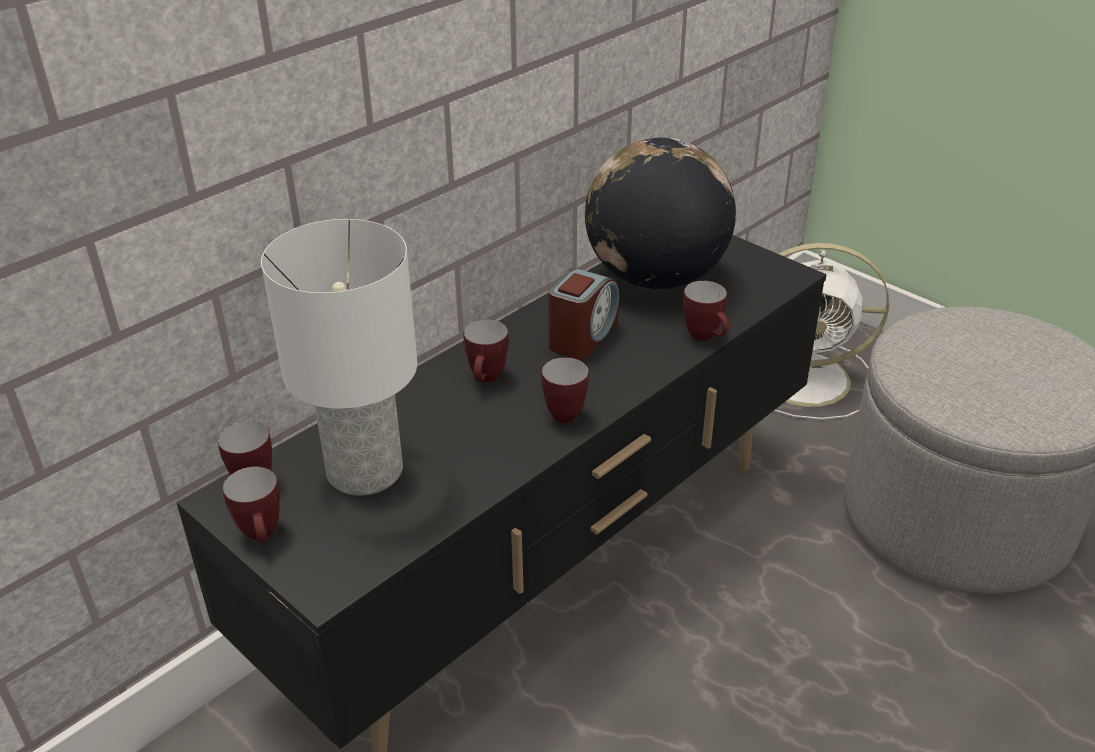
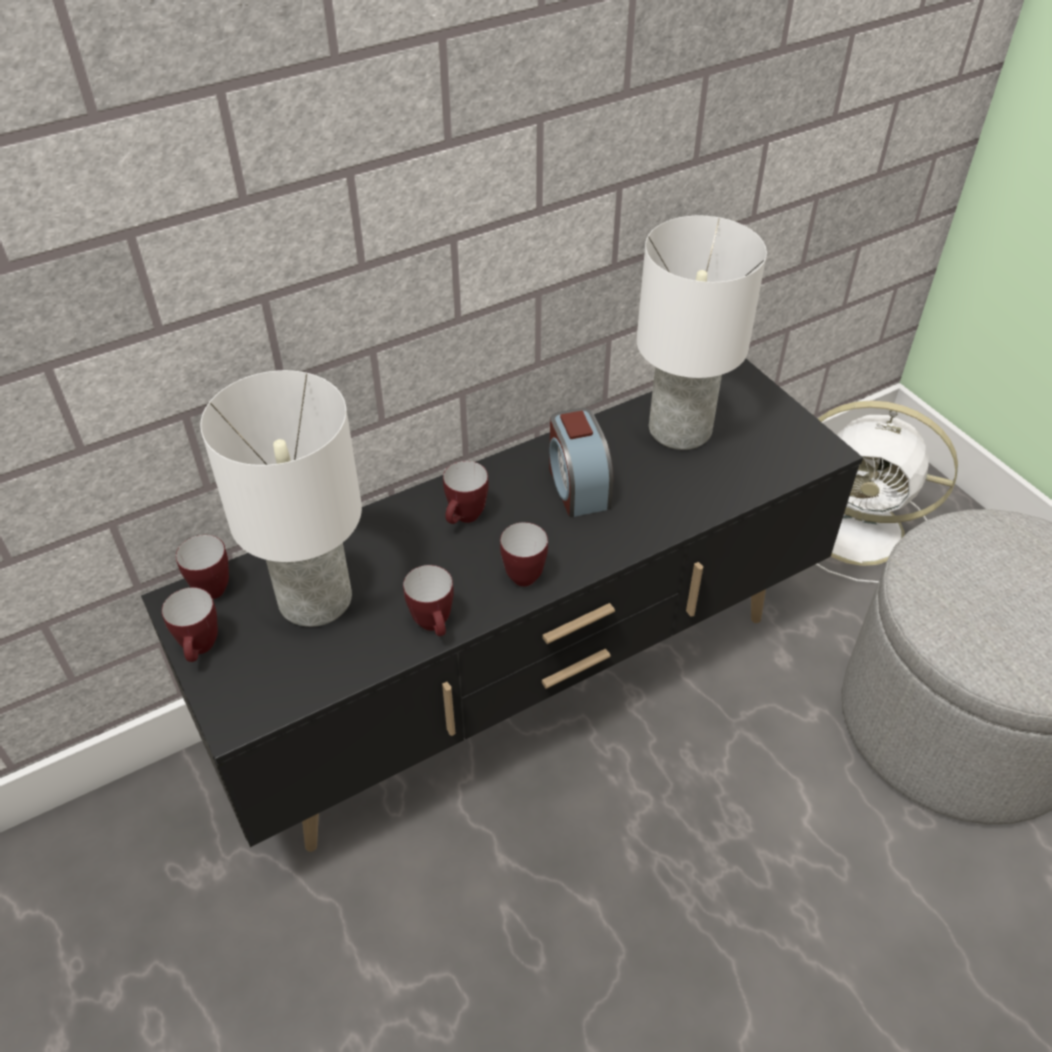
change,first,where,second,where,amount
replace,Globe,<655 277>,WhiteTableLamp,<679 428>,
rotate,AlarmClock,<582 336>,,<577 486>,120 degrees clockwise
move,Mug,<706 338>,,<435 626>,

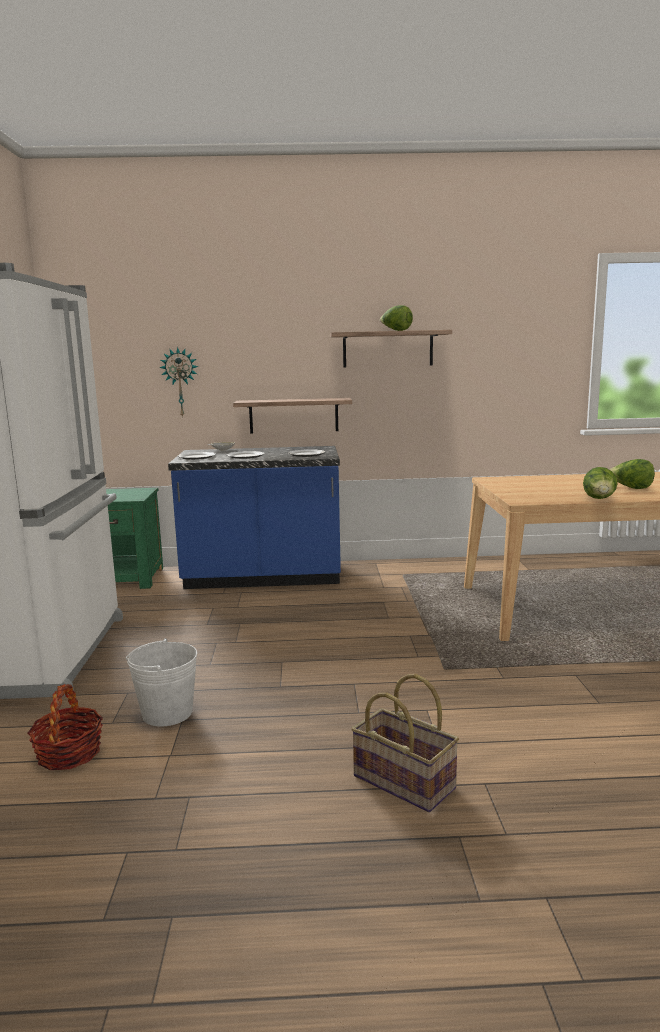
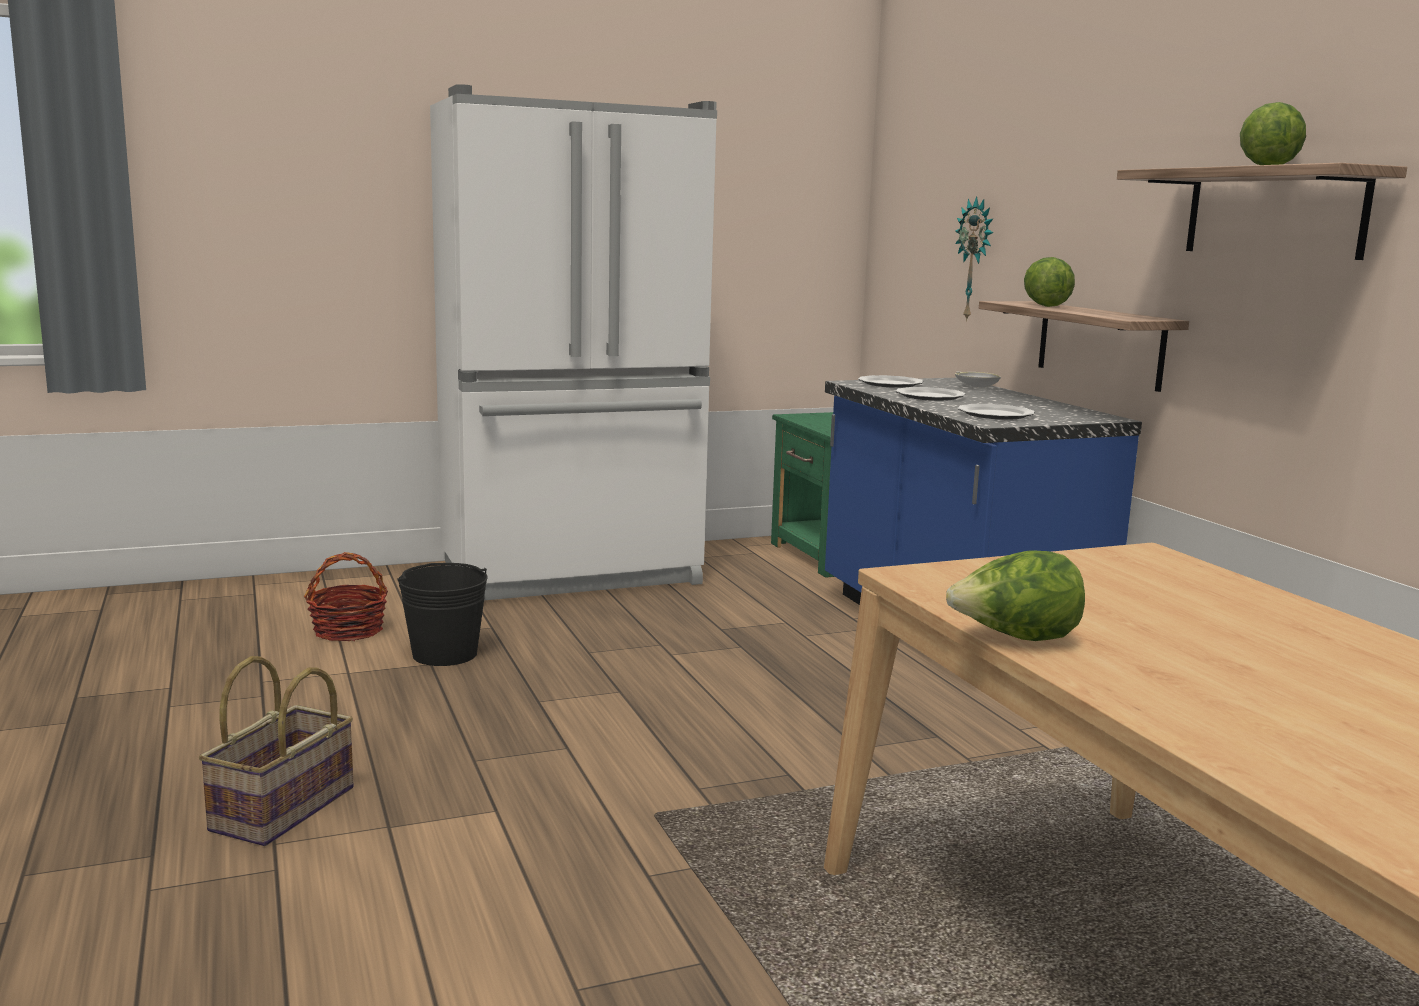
change,first,where,second,where,amount
move,Lettuce,<630 488>,,<1045 306>,
recolor,WhiteBucket,<167 713>,BlackBucket,<445 654>,

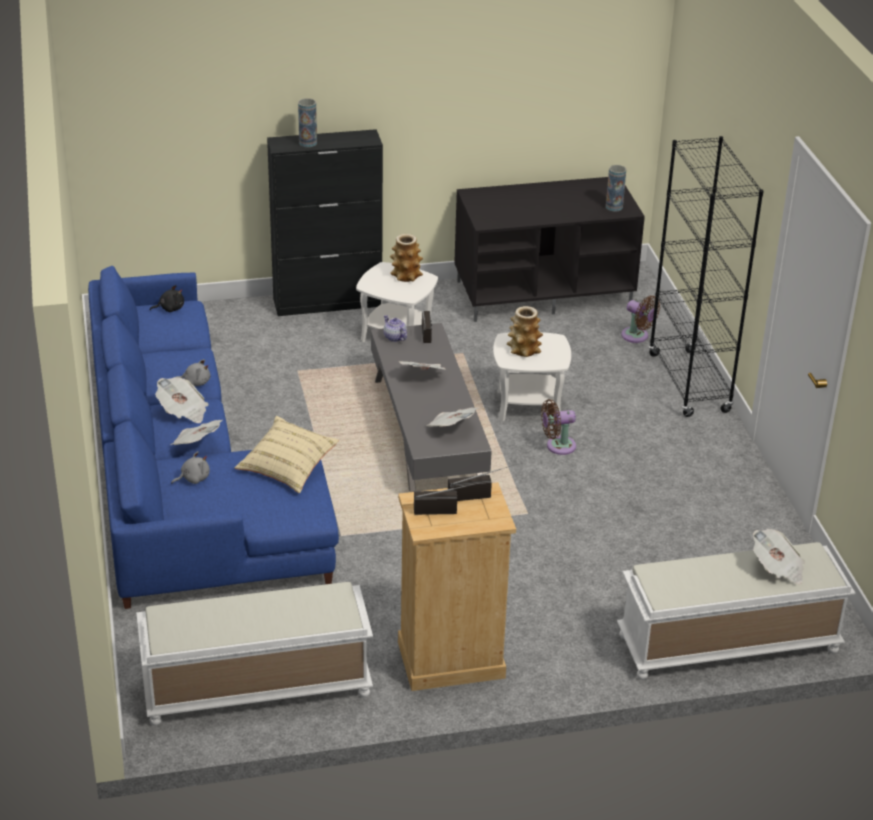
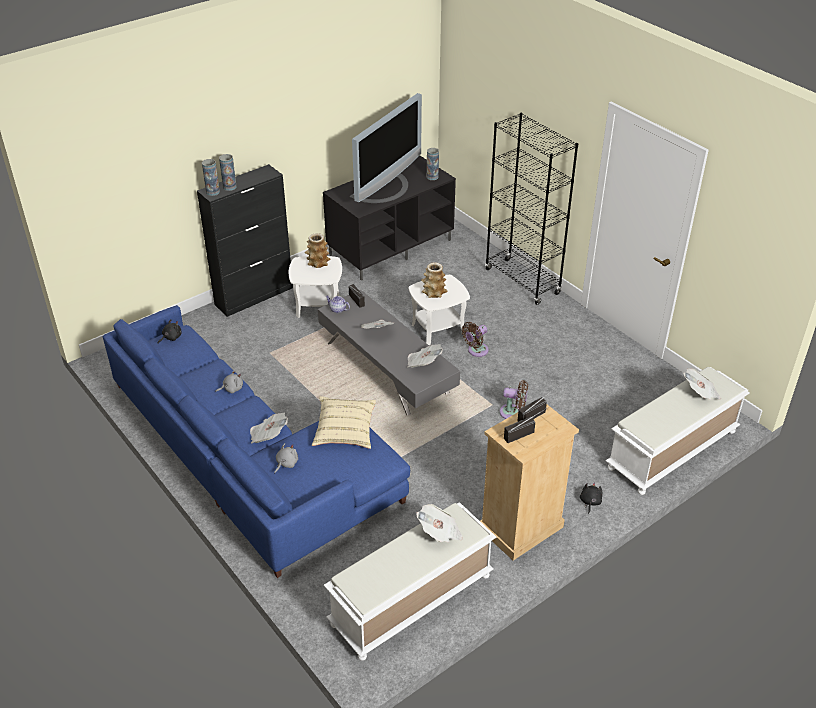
change,first,where,second,where,amount
move,BrownFan,<637 336>,,<513 413>,
move,Newspaper,<183 411>,,<440 532>,
insert,,,Television,<384 188>,
insert,,,Vase,<213 192>,
insert,,,BlackPlushToy,<590 502>,

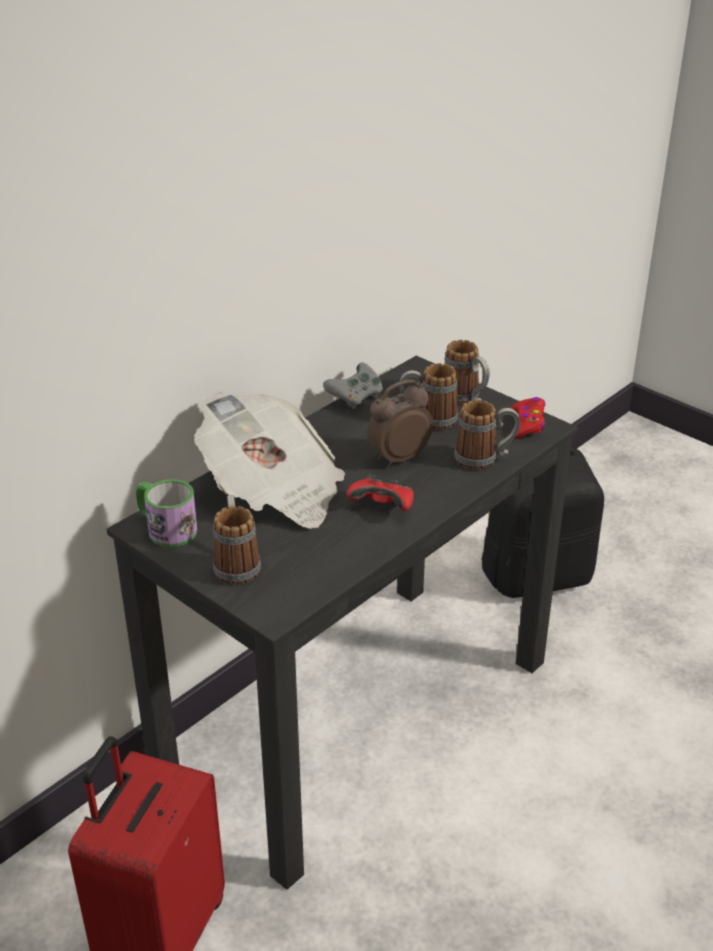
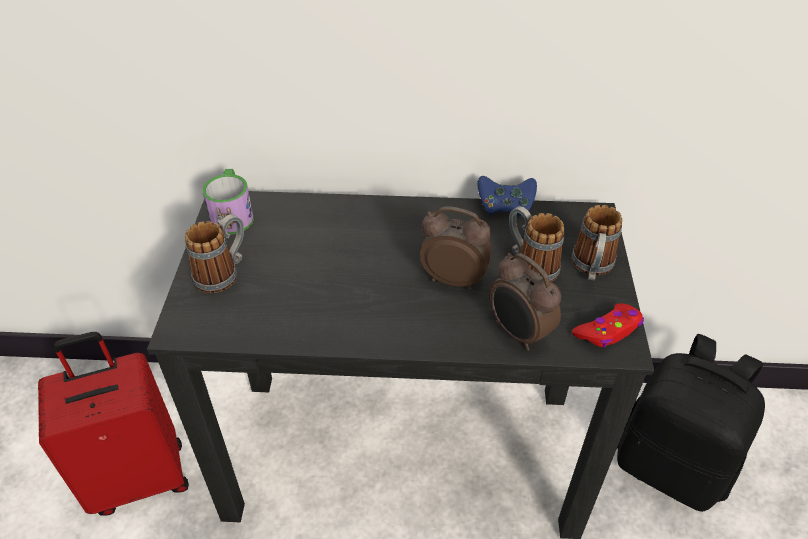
change,first,where,second,where,amount
recolor,GreyGameController,<355 398>,BlueGameController,<505 207>,
delete,Newspaper,<273 491>,,,
replace,Mug,<485 459>,AlarmClock,<518 333>,
delete,RedGameController,<383 507>,,,

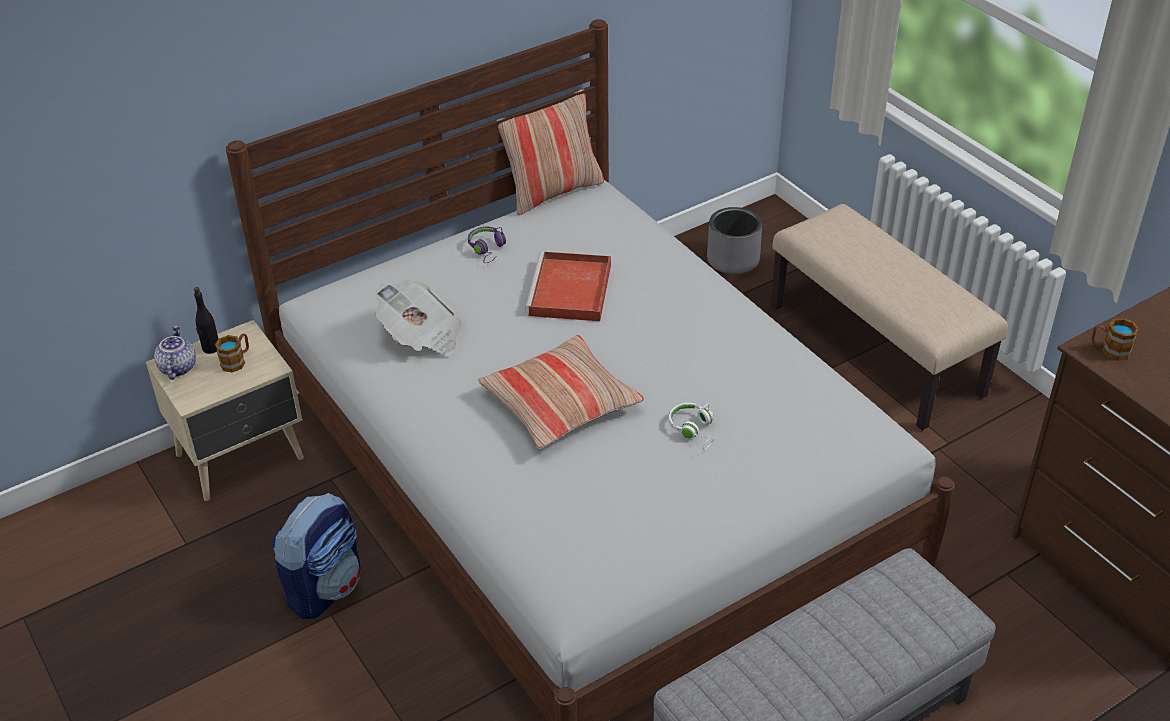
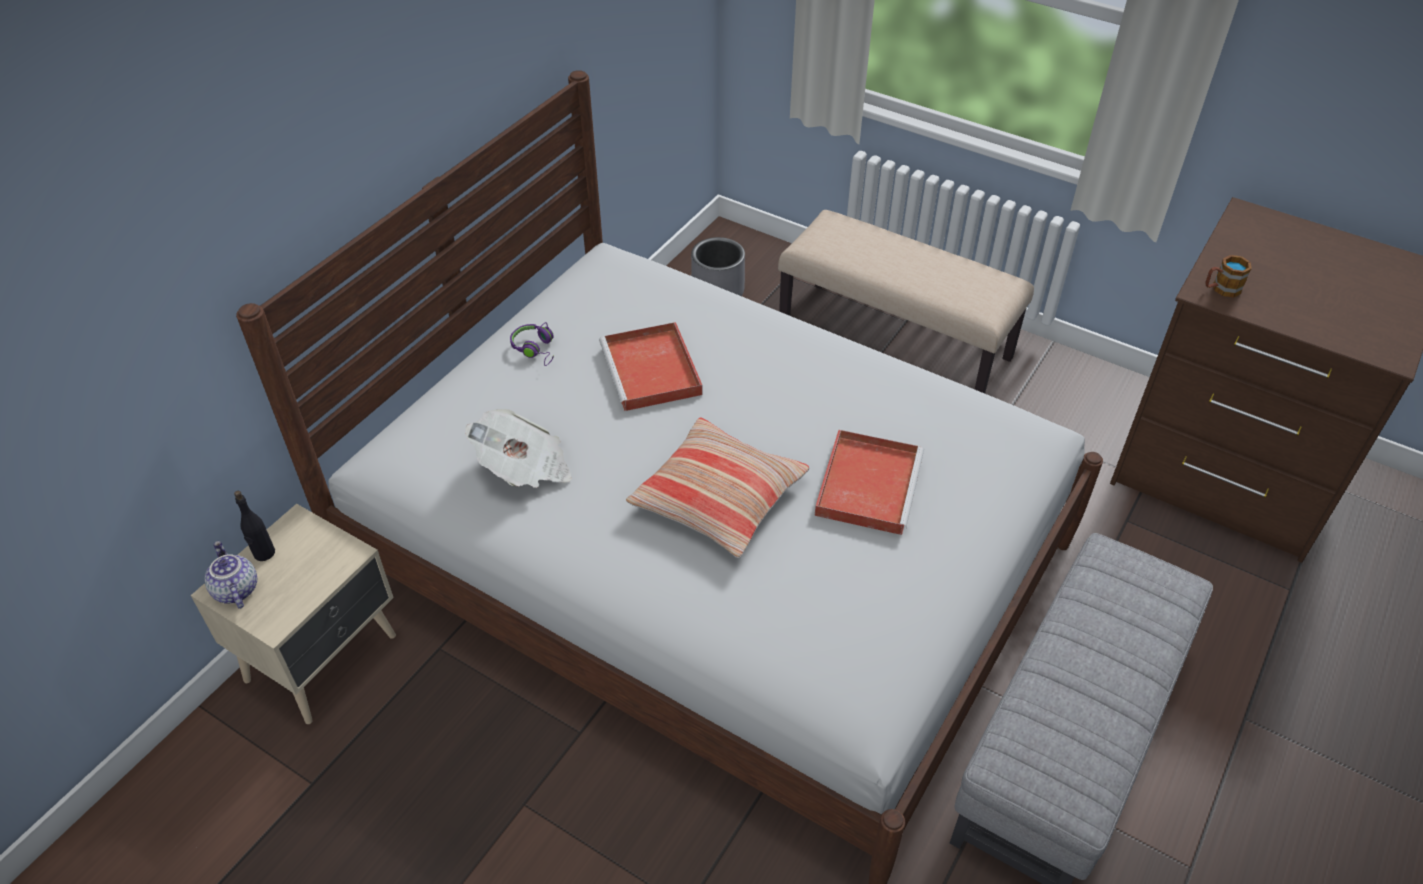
change,first,where,second,where,amount
delete,Pillow,<553 191>,,,
delete,Mug,<237 361>,,,
replace,WhiteHeadphones,<694 430>,RedTray,<868 483>,
delete,Backpack,<325 587>,,,

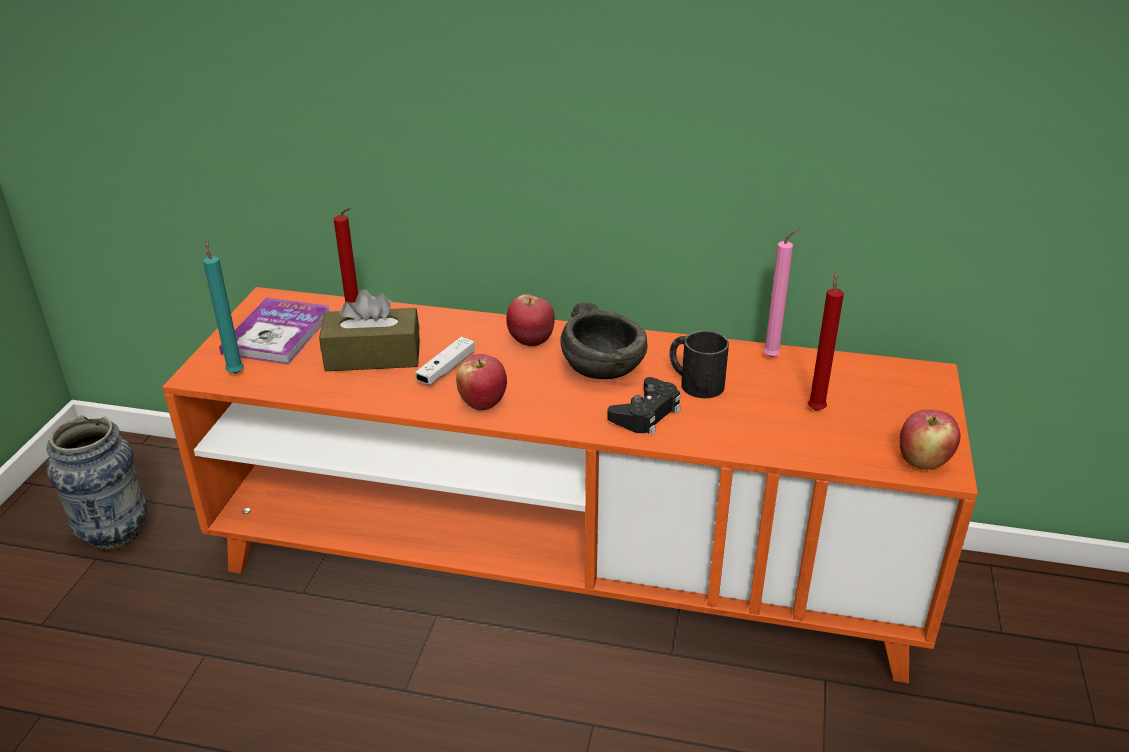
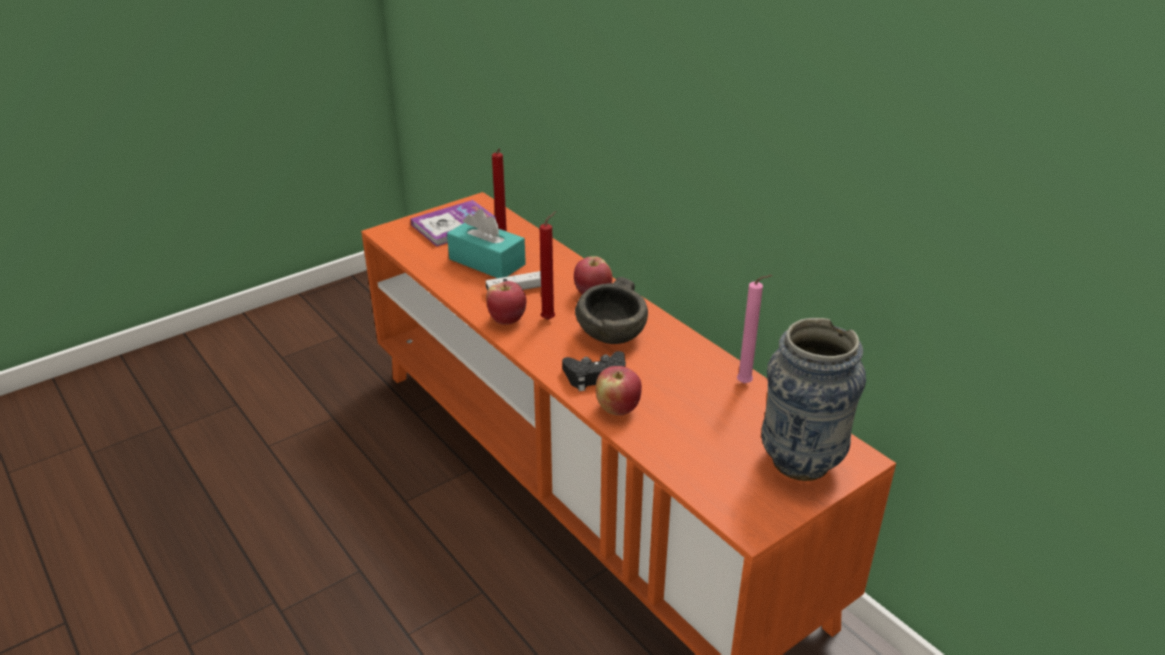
change,first,where,second,where,amount
delete,TurquoiseCandle,<236 372>,,,
move,RedCandle,<816 408>,,<550 319>,
recolor,BrownTissueBox,<373 356>,TurquoiseTissueBox,<487 262>,
delete,BlackMug,<694 382>,,,
move,Apple,<923 461>,,<617 409>,
move,Vase,<115 534>,,<801 462>,

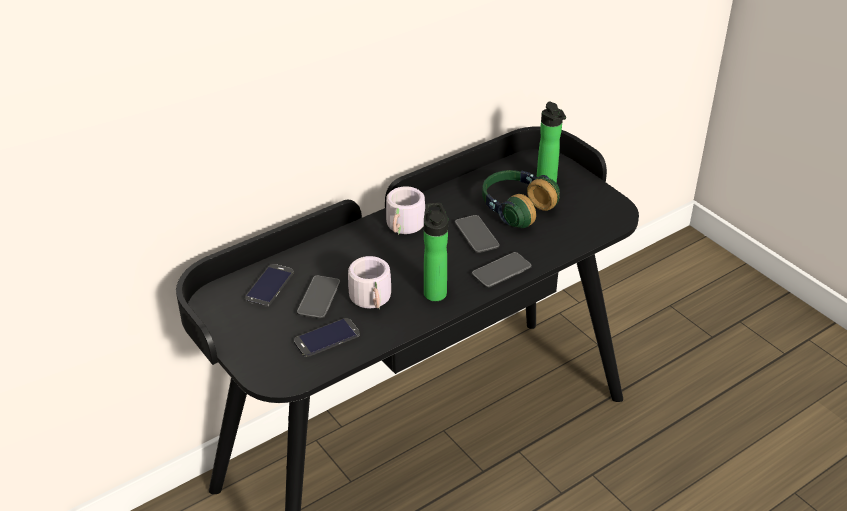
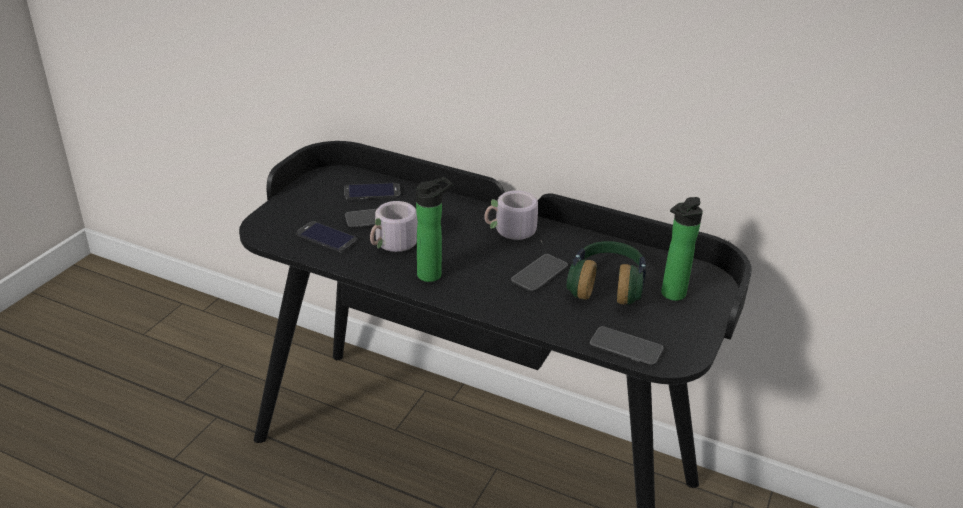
change,first,where,second,where,amount
move,Phone,<501 271>,,<626 347>,

